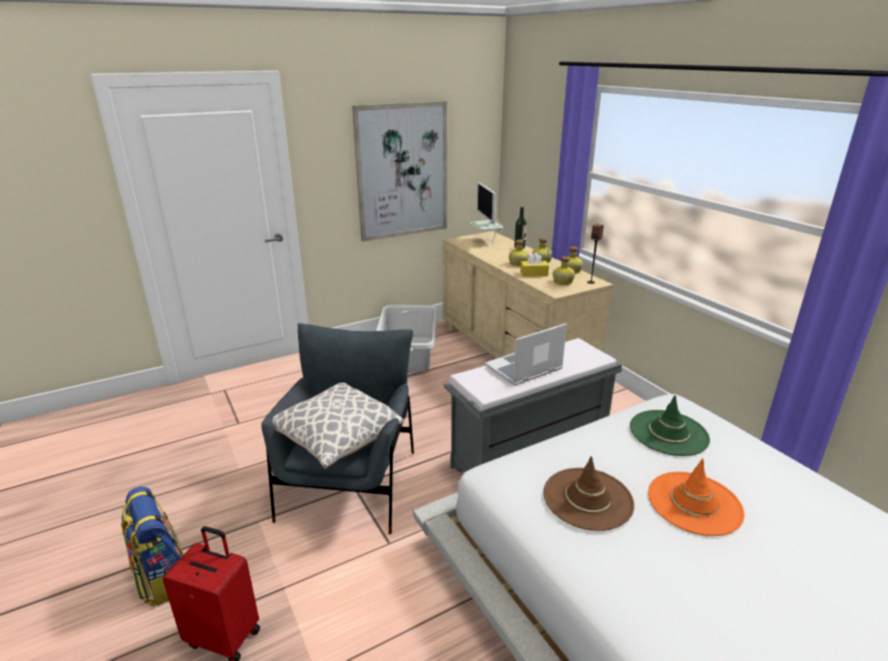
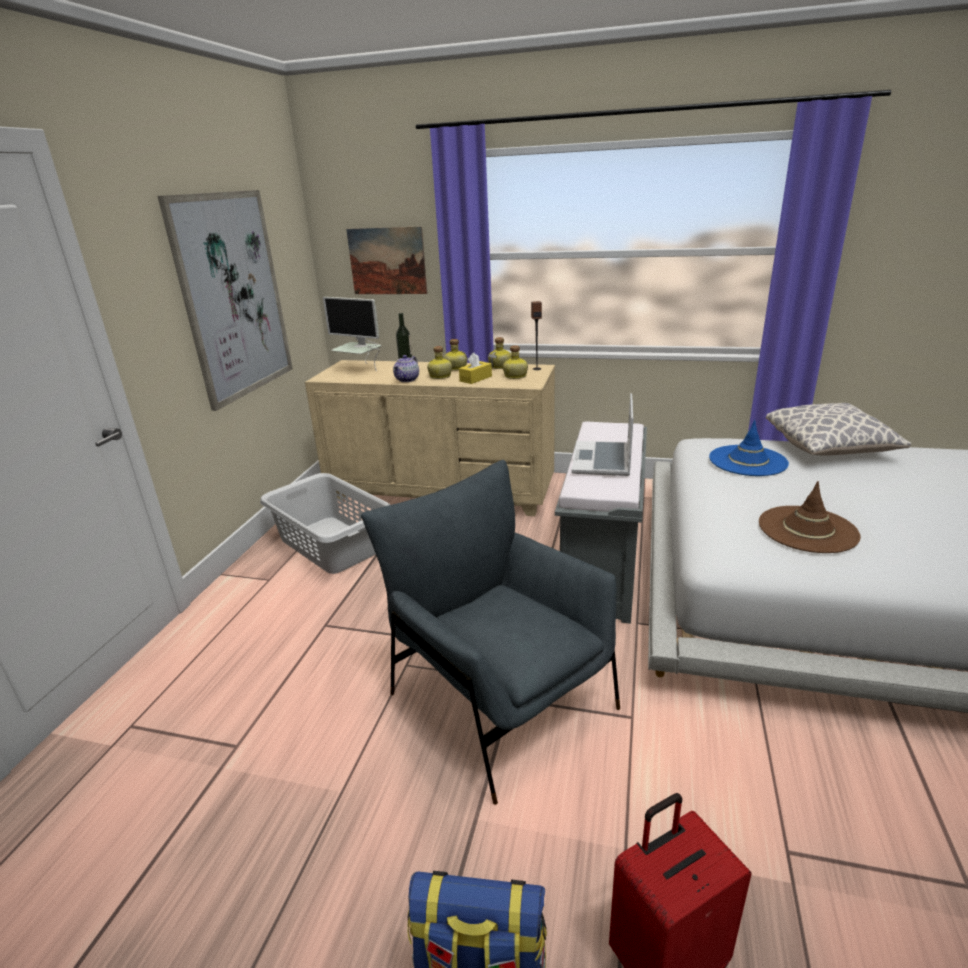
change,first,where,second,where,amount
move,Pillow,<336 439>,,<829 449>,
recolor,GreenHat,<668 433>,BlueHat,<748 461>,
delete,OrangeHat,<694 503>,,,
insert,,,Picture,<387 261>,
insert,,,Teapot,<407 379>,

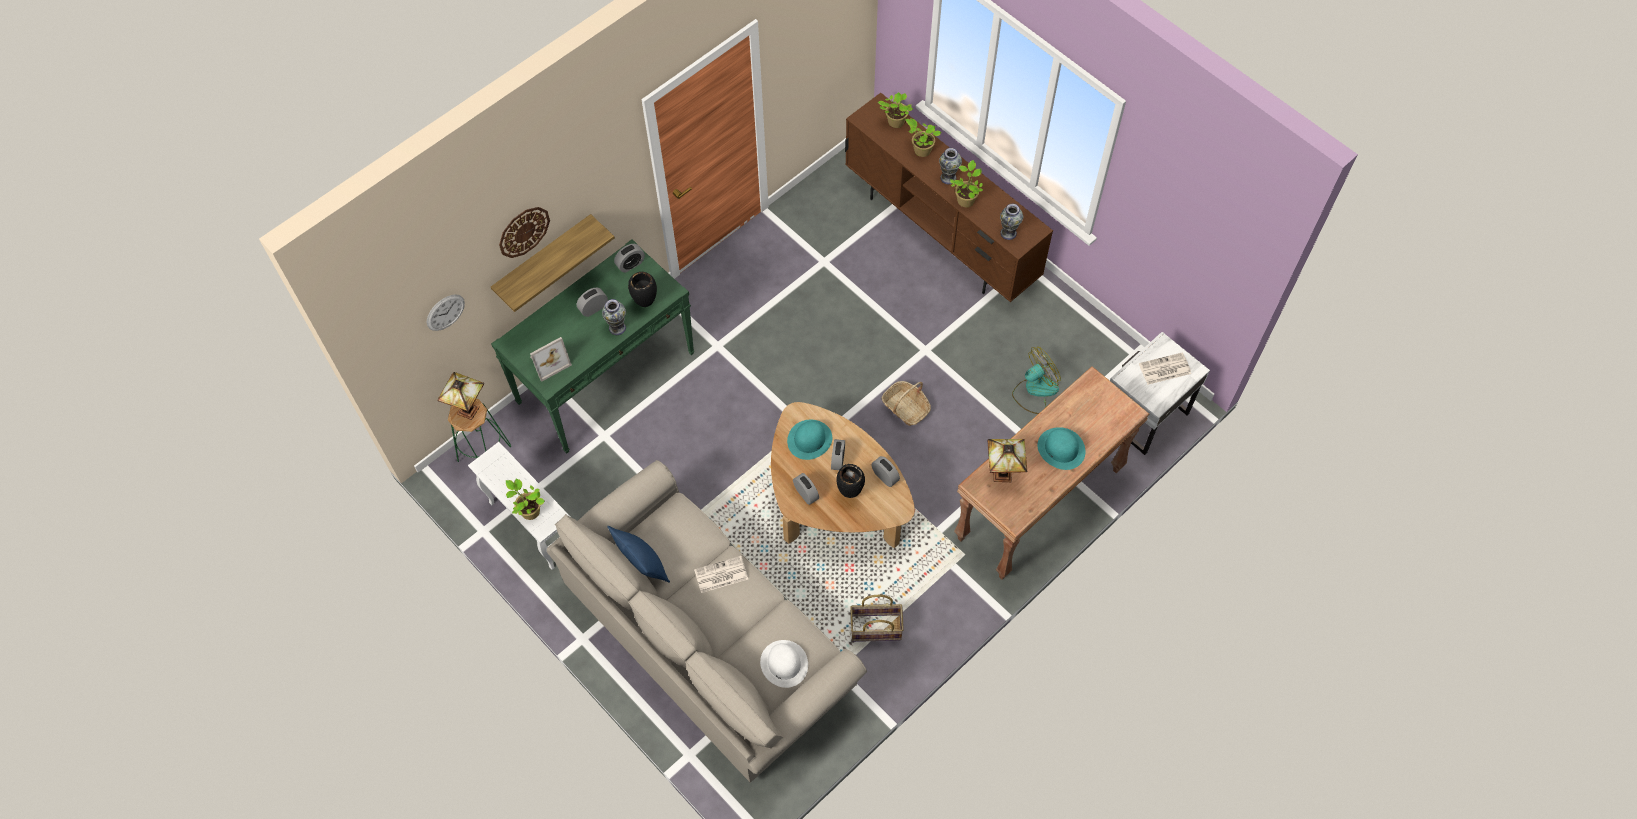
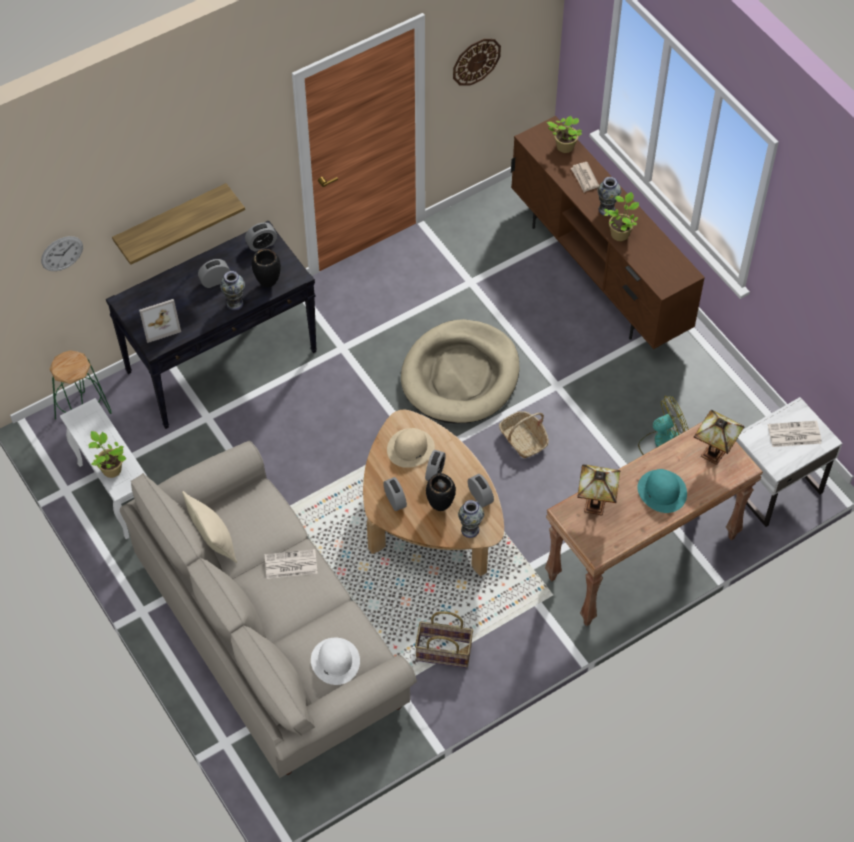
change,first,where,second,where,amount
replace,PottedPlant,<921 150>,Newspaper,<584 178>,
move,Vase,<1008 233>,,<470 529>,
move,WallClock,<523 231>,,<476 61>,
recolor,GreenConsoleTable,<606 377>,BlackConsoleTable,<222 361>,
move,TableLamp,<470 410>,,<715 454>,
recolor,TurquoiseHat,<809 439>,BeigeHat,<411 448>,
recolor,BluePillow,<642 565>,BeigePillow,<213 542>,
insert,,,BeigeDogBed,<460 375>,

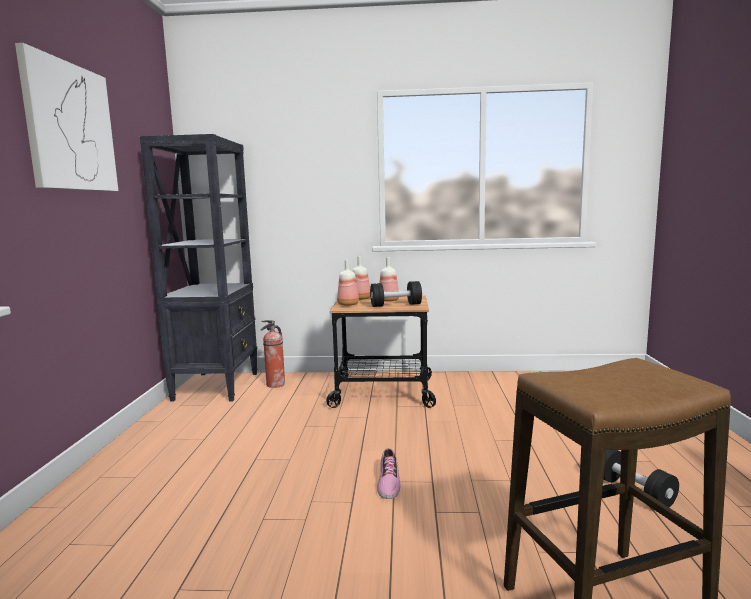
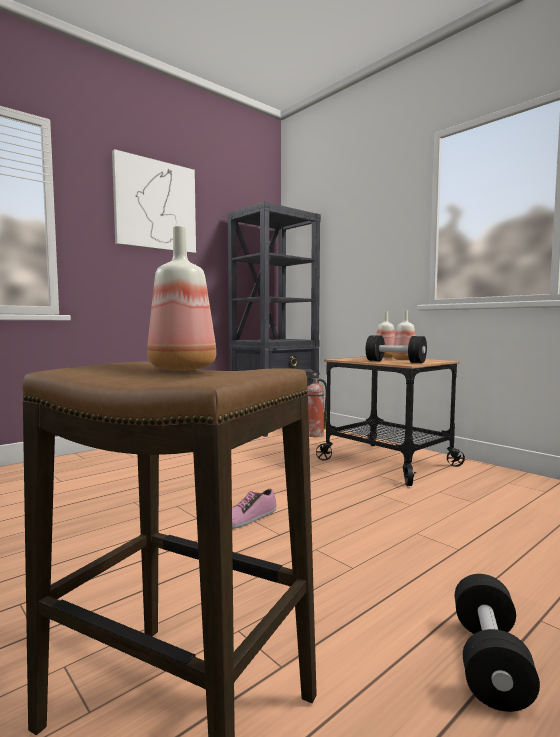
change,first,where,second,where,amount
move,Bottle,<347 304>,,<182 368>,

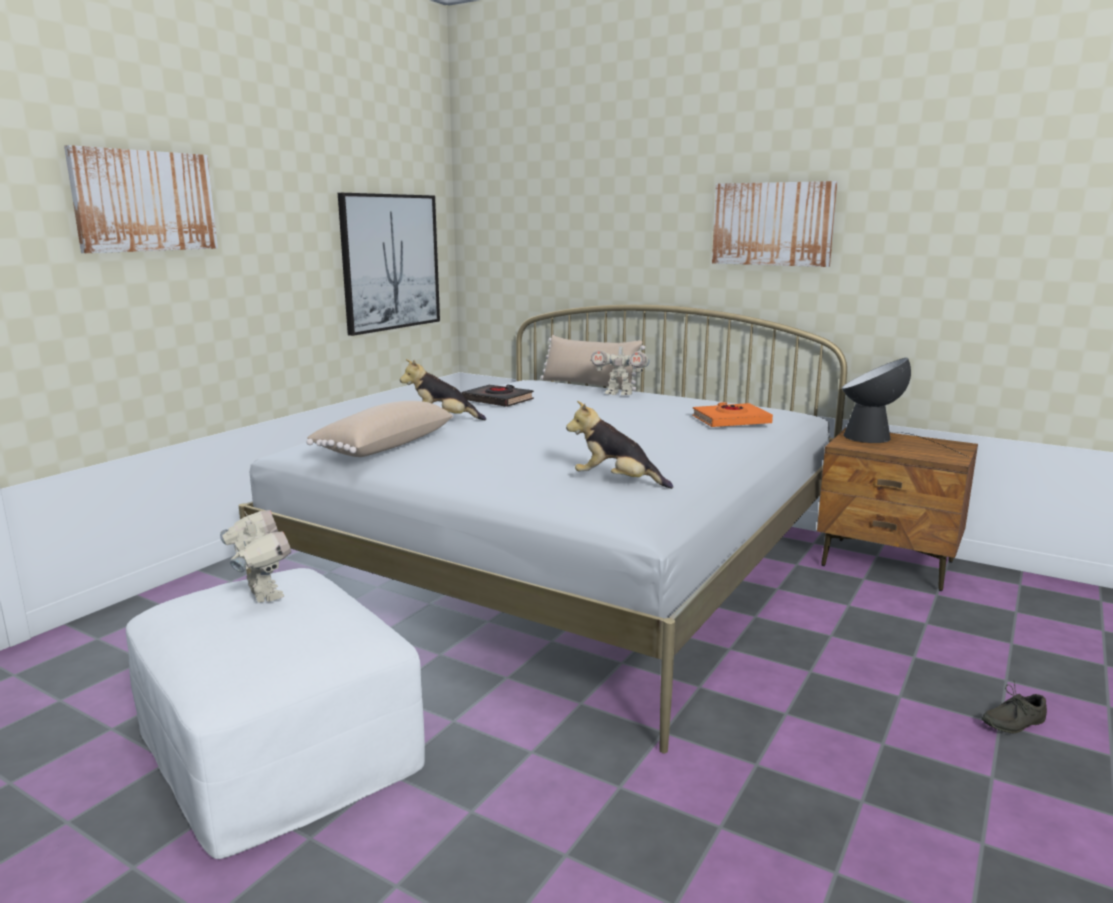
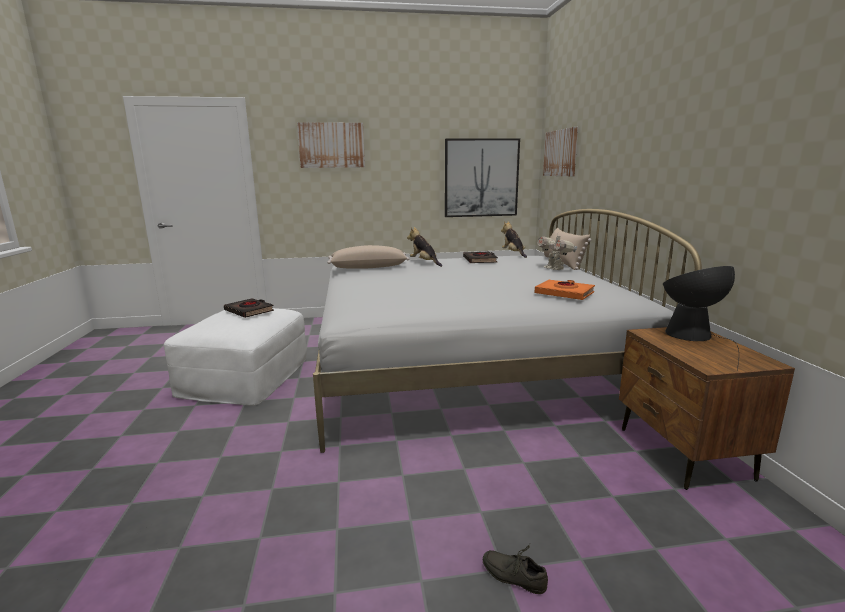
change,first,where,second,where,amount
move,Picture,<772 224>,,<561 153>,
move,PlushToy,<616 482>,,<513 254>,
replace,ToyRobot,<262 595>,BlackBook,<249 311>,

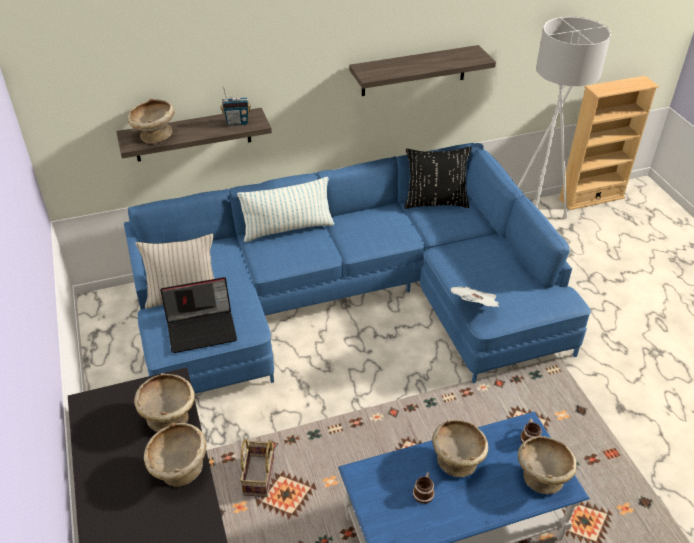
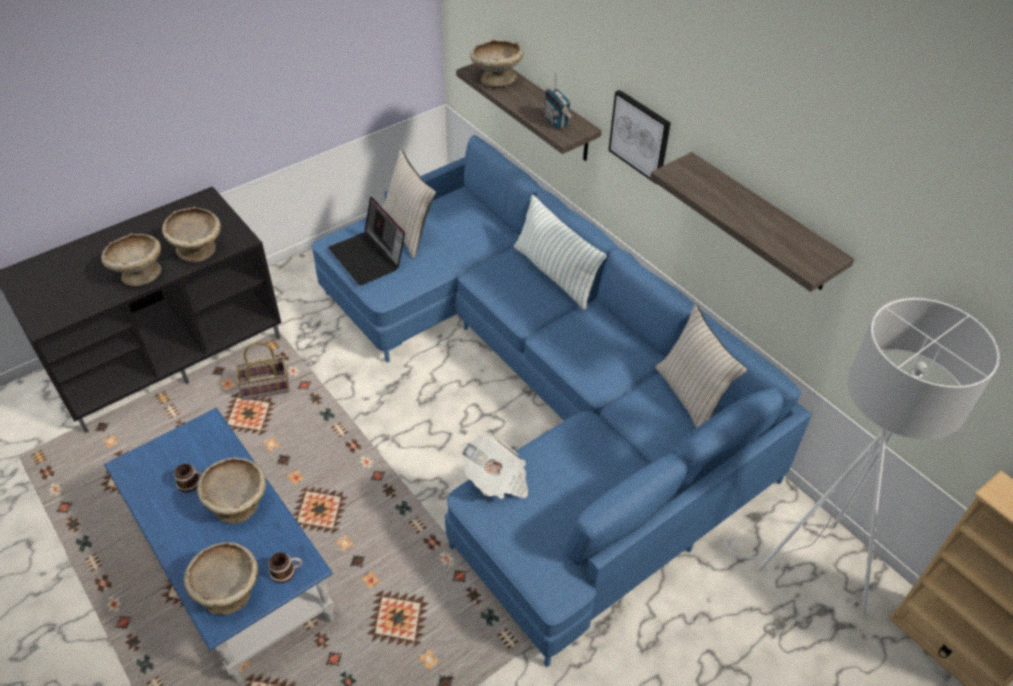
change,first,where,second,where,amount
recolor,BlackPillow,<435 202>,BeigePillow,<691 397>,
insert,,,Picture,<640 136>,

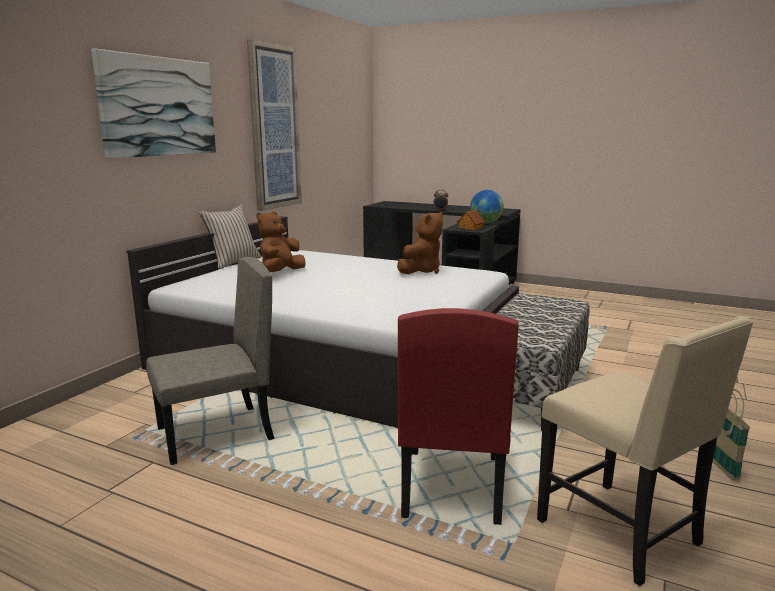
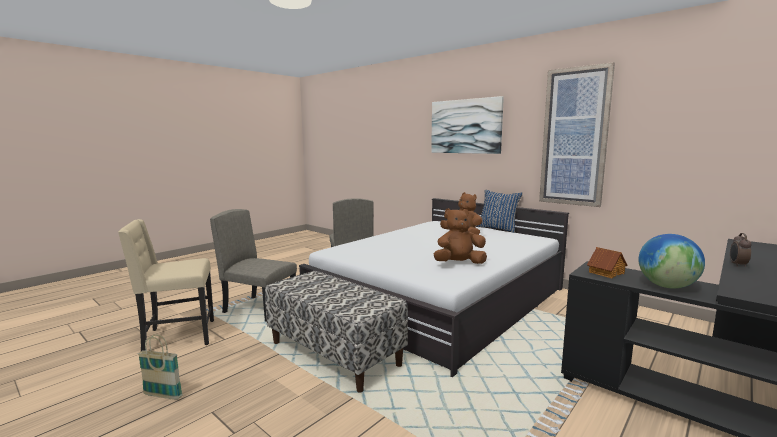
change,first,where,second,where,amount
recolor,BeigePillow,<233 262>,BluePillow,<498 228>,
rotate,BrownPlushToy,<421 271>,,<459 263>,120 degrees clockwise
recolor,RedChair,<451 485>,BeigeChair,<260 308>,

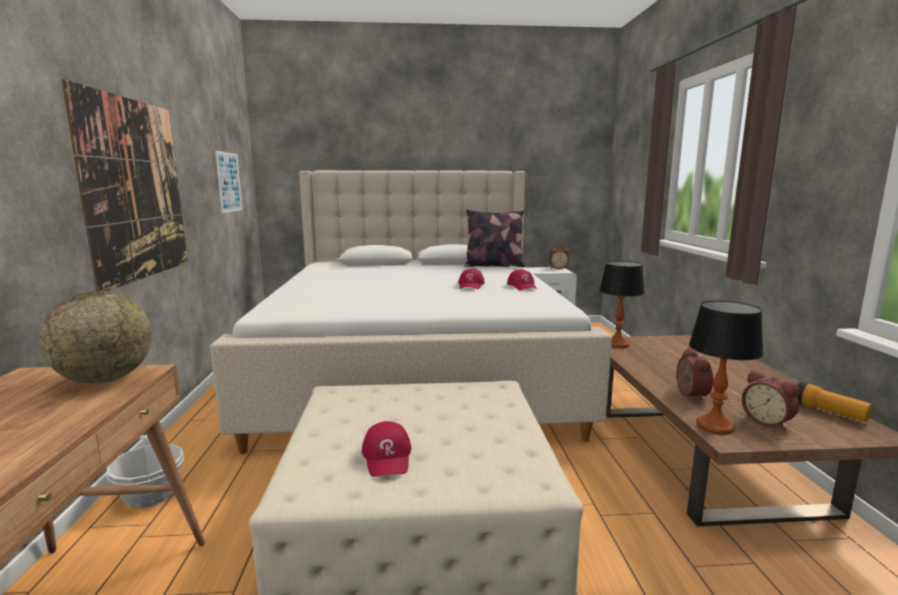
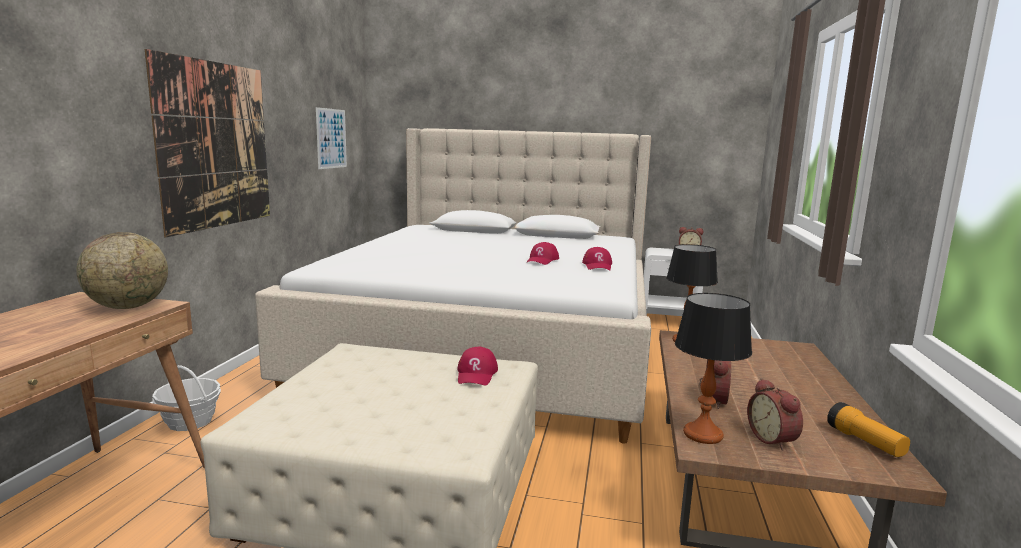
change,first,where,second,where,amount
delete,Pillow,<493 265>,,,
move,RedCap,<387 457>,,<476 374>,

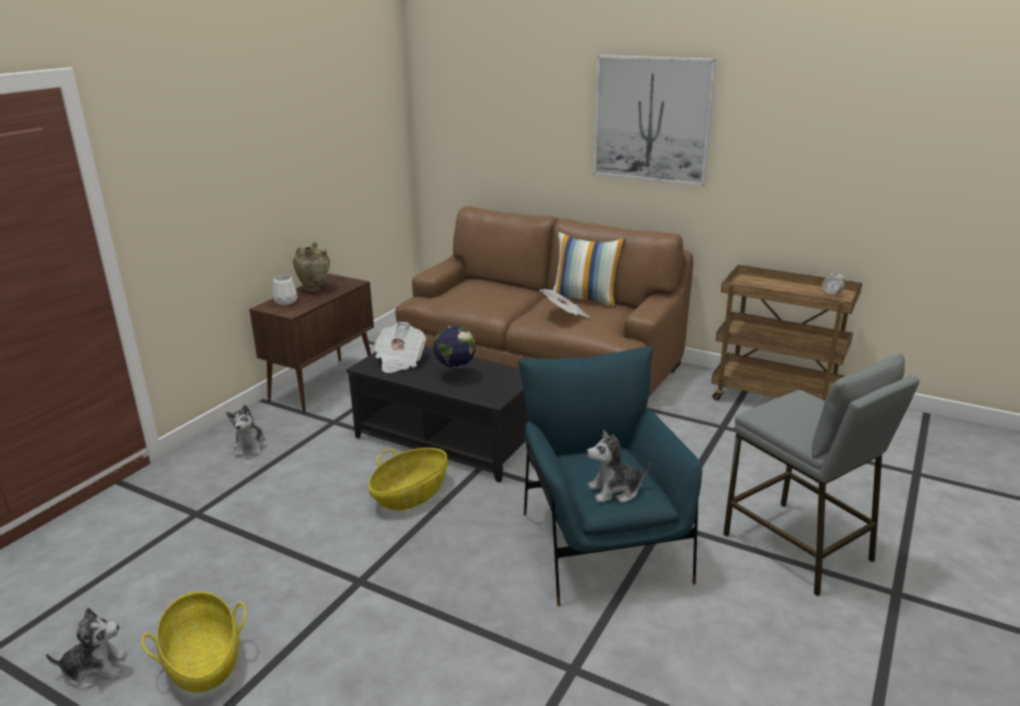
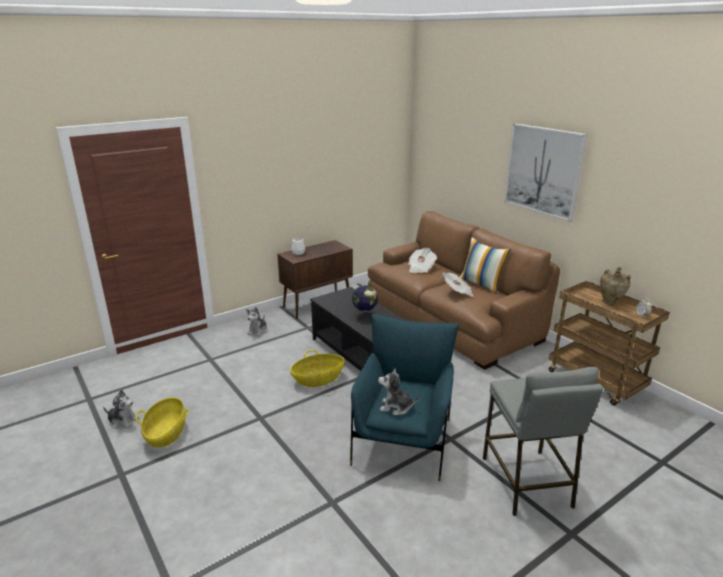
change,first,where,second,where,amount
move,BeigeVase,<314 289>,,<610 302>,
move,Newspaper,<399 361>,,<420 268>,

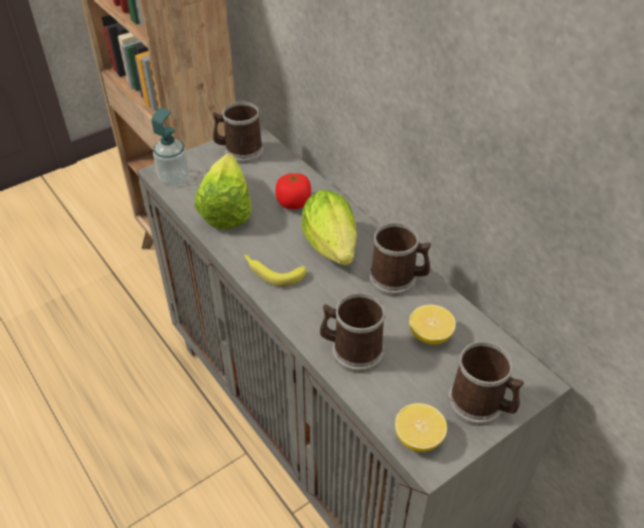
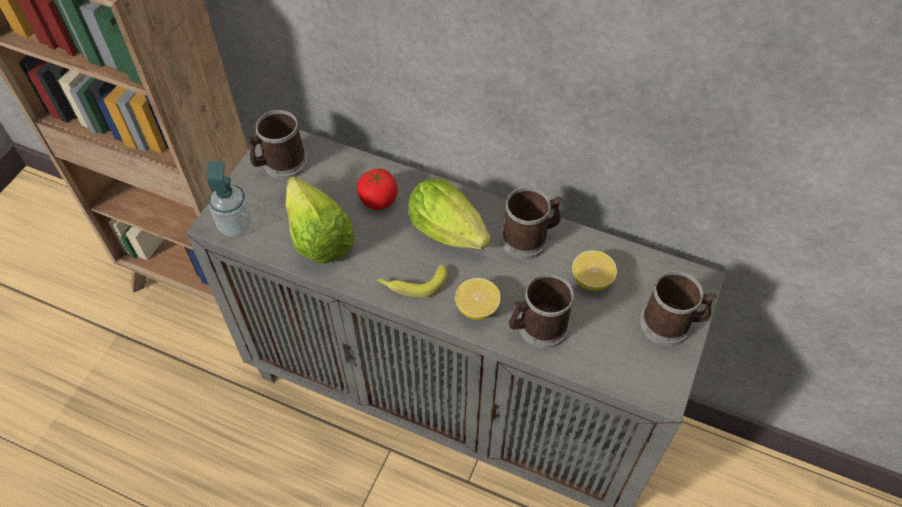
change,first,where,second,where,amount
move,Lemon,<418 438>,,<477 308>,

